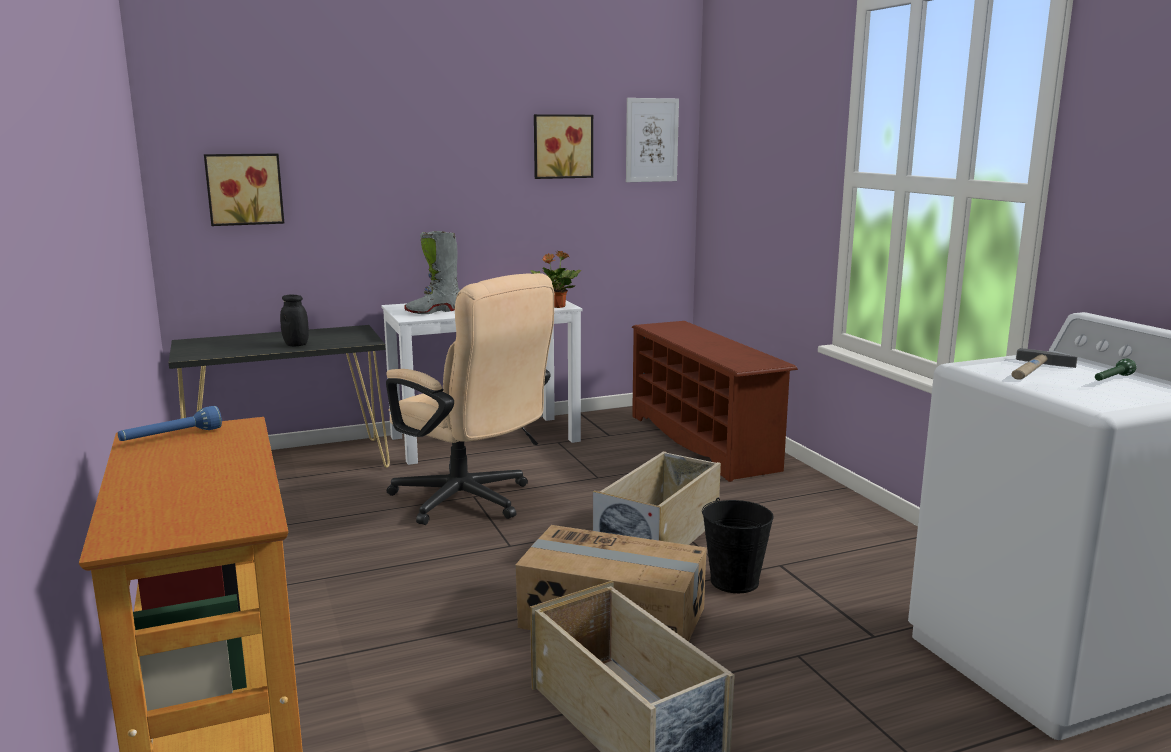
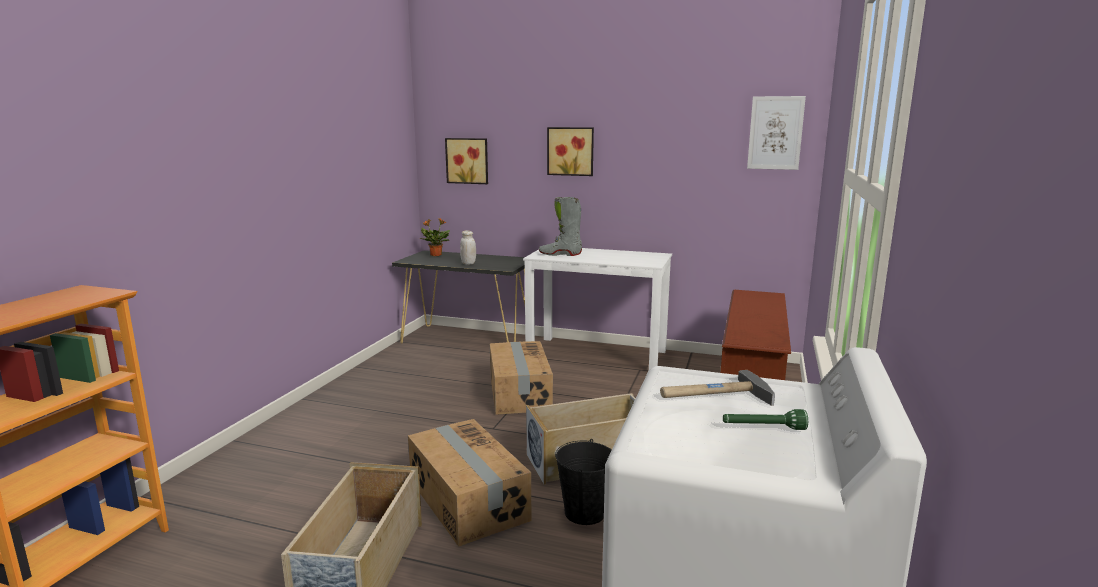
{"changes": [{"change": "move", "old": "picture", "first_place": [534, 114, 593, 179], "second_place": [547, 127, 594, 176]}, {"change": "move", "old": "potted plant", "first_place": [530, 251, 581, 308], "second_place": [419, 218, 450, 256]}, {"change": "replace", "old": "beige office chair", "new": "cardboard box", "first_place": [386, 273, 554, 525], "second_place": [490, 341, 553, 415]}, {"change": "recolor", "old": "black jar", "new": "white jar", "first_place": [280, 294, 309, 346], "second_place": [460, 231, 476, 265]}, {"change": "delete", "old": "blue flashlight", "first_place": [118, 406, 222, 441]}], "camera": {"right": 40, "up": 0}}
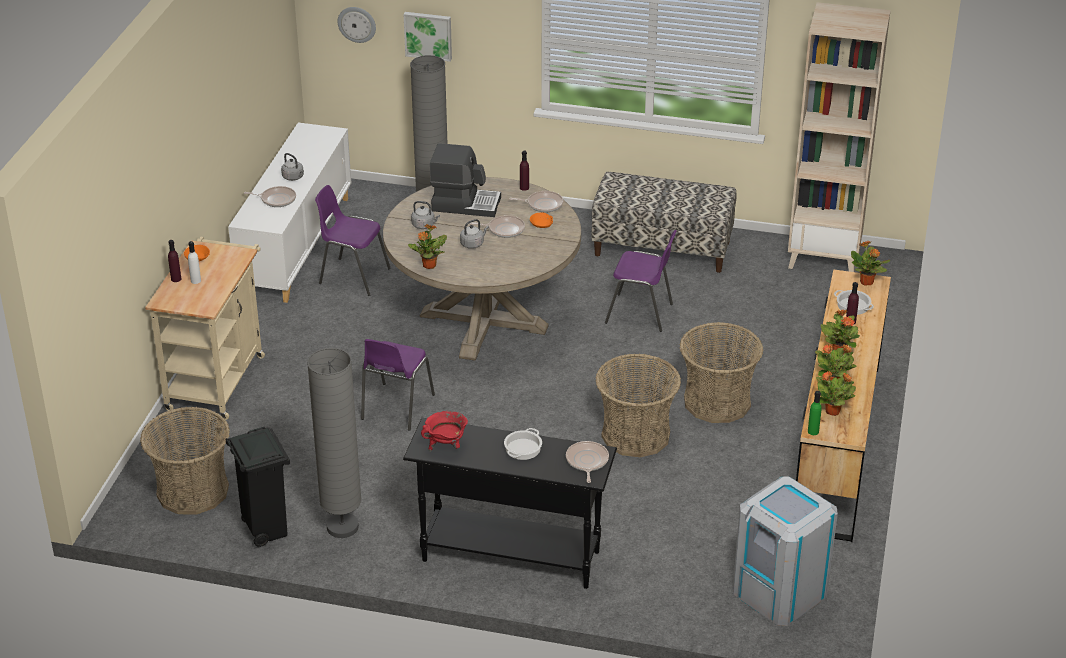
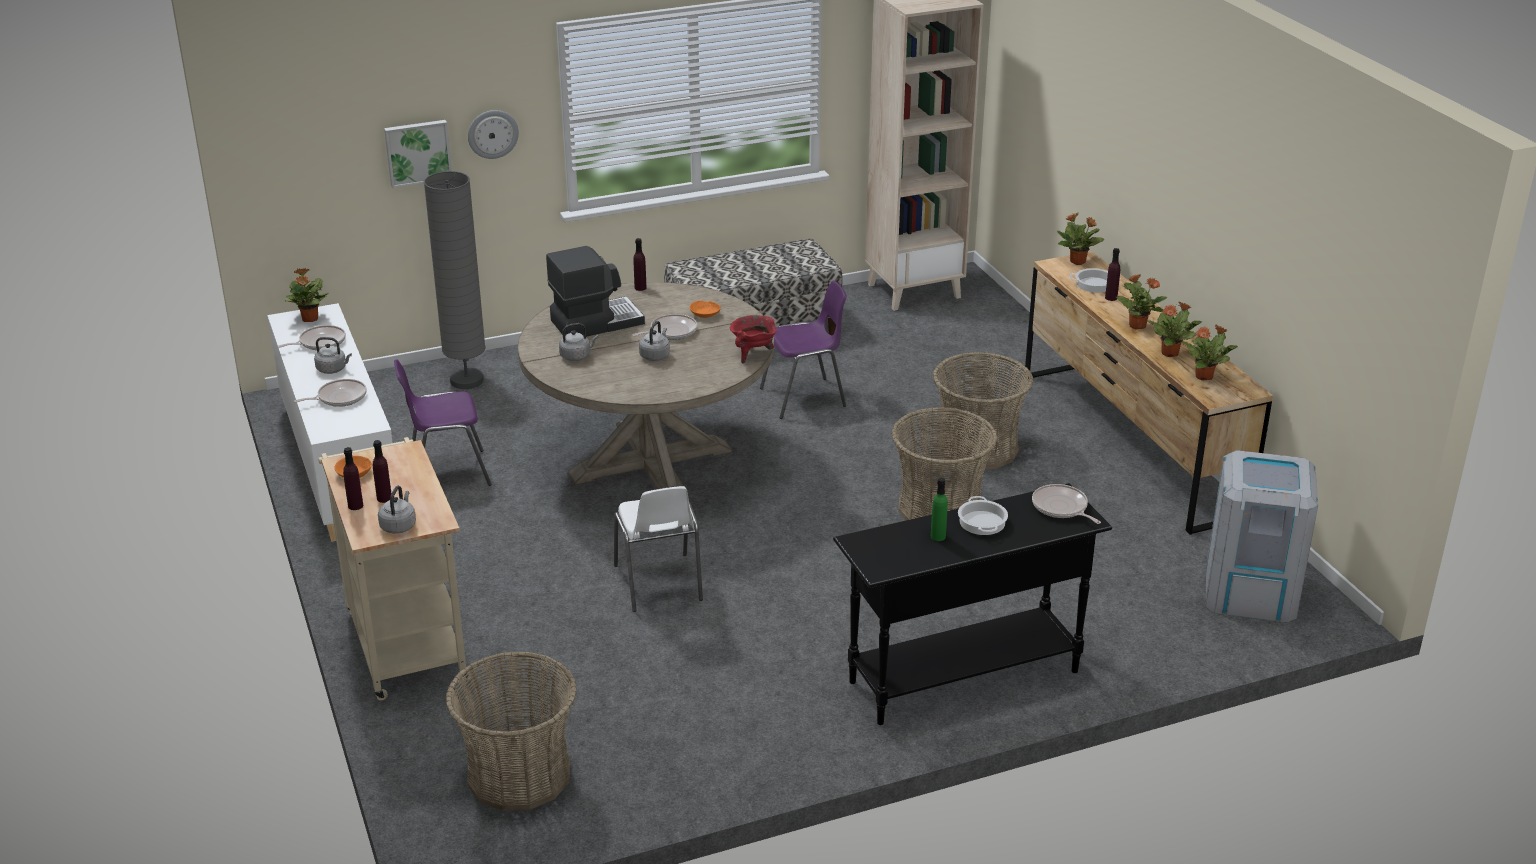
{"changes": [{"change": "move", "old": "wall clock", "first_place": [338, 7, 376, 43], "second_place": [468, 110, 519, 159]}, {"change": "move", "old": "frying pan", "first_place": [509, 191, 563, 213], "second_place": [278, 325, 346, 350]}, {"change": "move", "old": "potted plant", "first_place": [408, 224, 447, 269], "second_place": [285, 268, 329, 322]}, {"change": "recolor", "old": "white bottle", "new": "purple bottle", "first_place": [188, 241, 201, 284], "second_place": [373, 440, 392, 503]}, {"change": "recolor", "old": "purple chair", "new": "white chair", "first_place": [361, 339, 435, 431], "second_place": [614, 486, 703, 612]}, {"change": "delete", "old": "grey floor lamp", "first_place": [307, 348, 362, 538]}, {"change": "move", "old": "green bottle", "first_place": [808, 391, 822, 435], "second_place": [931, 478, 948, 541]}, {"change": "move", "old": "red cooking pot", "first_place": [421, 411, 468, 452], "second_place": [730, 315, 777, 363]}, {"change": "delete", "old": "black trash can", "first_place": [225, 427, 290, 547]}, {"change": "insert", "new": "grey kettle", "second_place": [378, 486, 416, 534]}], "camera": {"right": -35, "up": -5}}
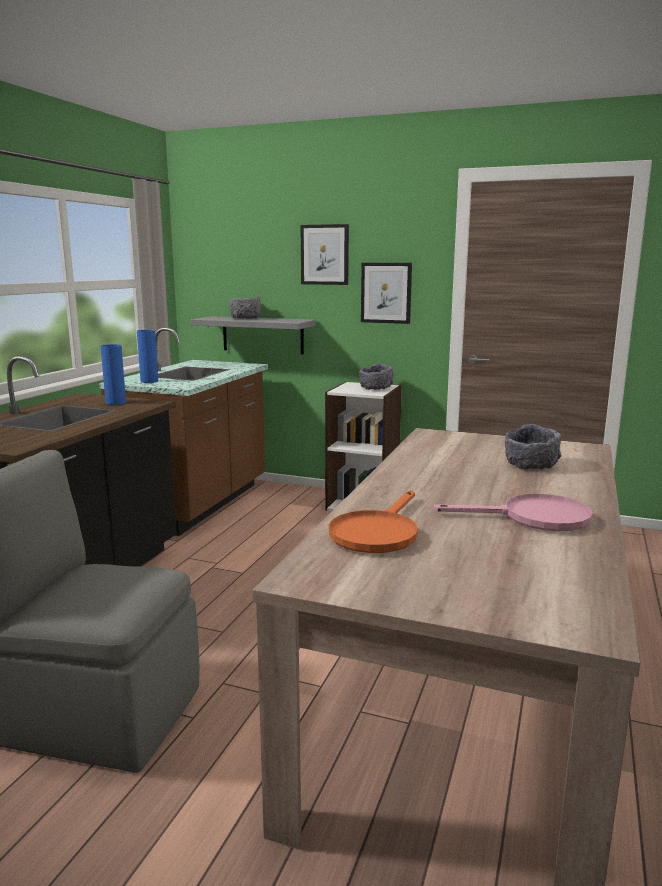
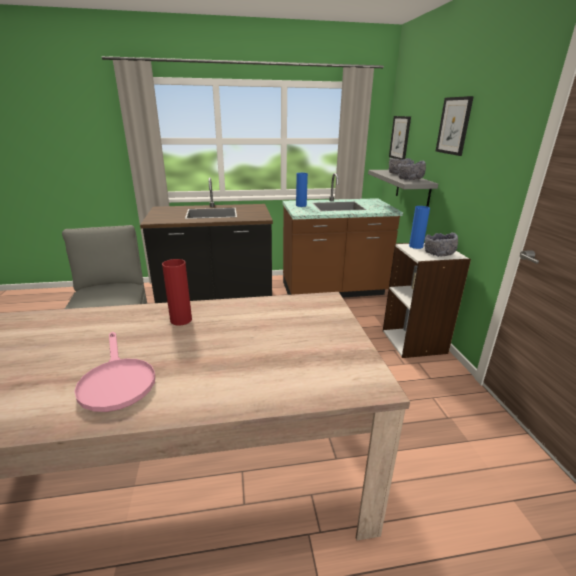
{"changes": [{"change": "move", "old": "picture", "first_place": [361, 263, 412, 324], "second_place": [389, 116, 411, 160]}, {"change": "move", "old": "blue vase", "first_place": [100, 344, 126, 405], "second_place": [409, 206, 430, 249]}, {"change": "move", "old": "grey bowl", "first_place": [505, 424, 561, 470], "second_place": [398, 161, 426, 180]}, {"change": "delete", "old": "orange frying pan", "first_place": [329, 490, 418, 553]}, {"change": "insert", "new": "red vase", "second_place": [162, 259, 192, 326]}], "camera": {"right": 60, "up": 10}}
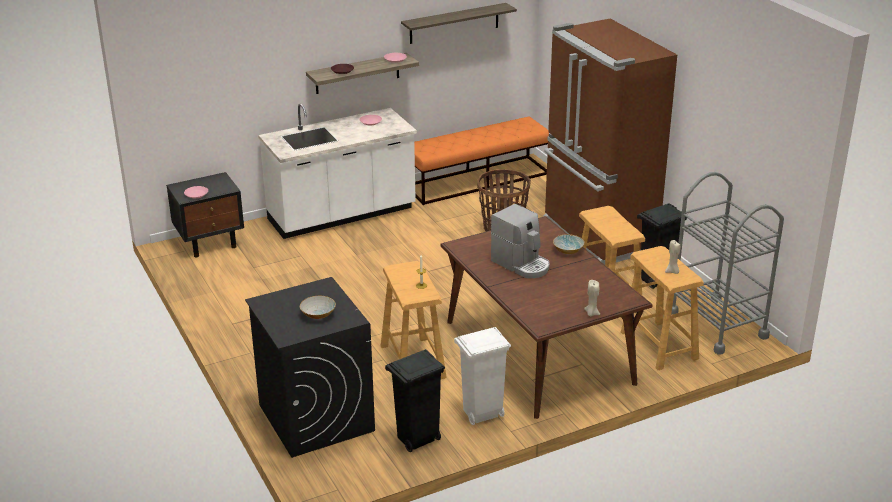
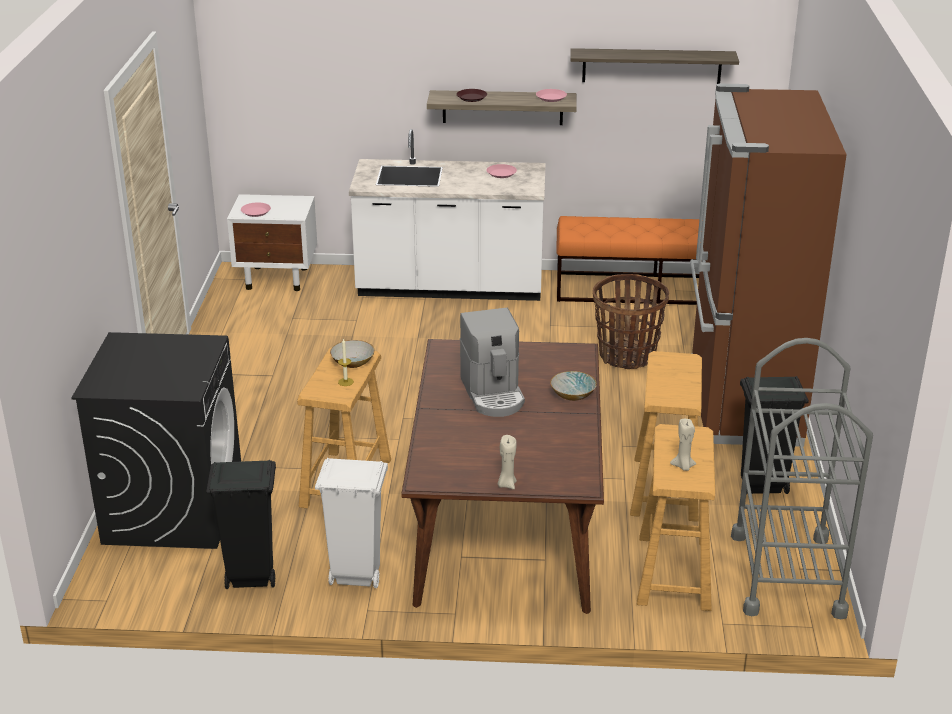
{"changes": [{"change": "recolor", "old": "black nightstand", "new": "white nightstand", "first_place": [166, 172, 244, 257], "second_place": [227, 194, 317, 291]}, {"change": "move", "old": "bowl", "first_place": [300, 296, 336, 319], "second_place": [330, 340, 375, 368]}], "camera": {"right": 30, "up": 0}}
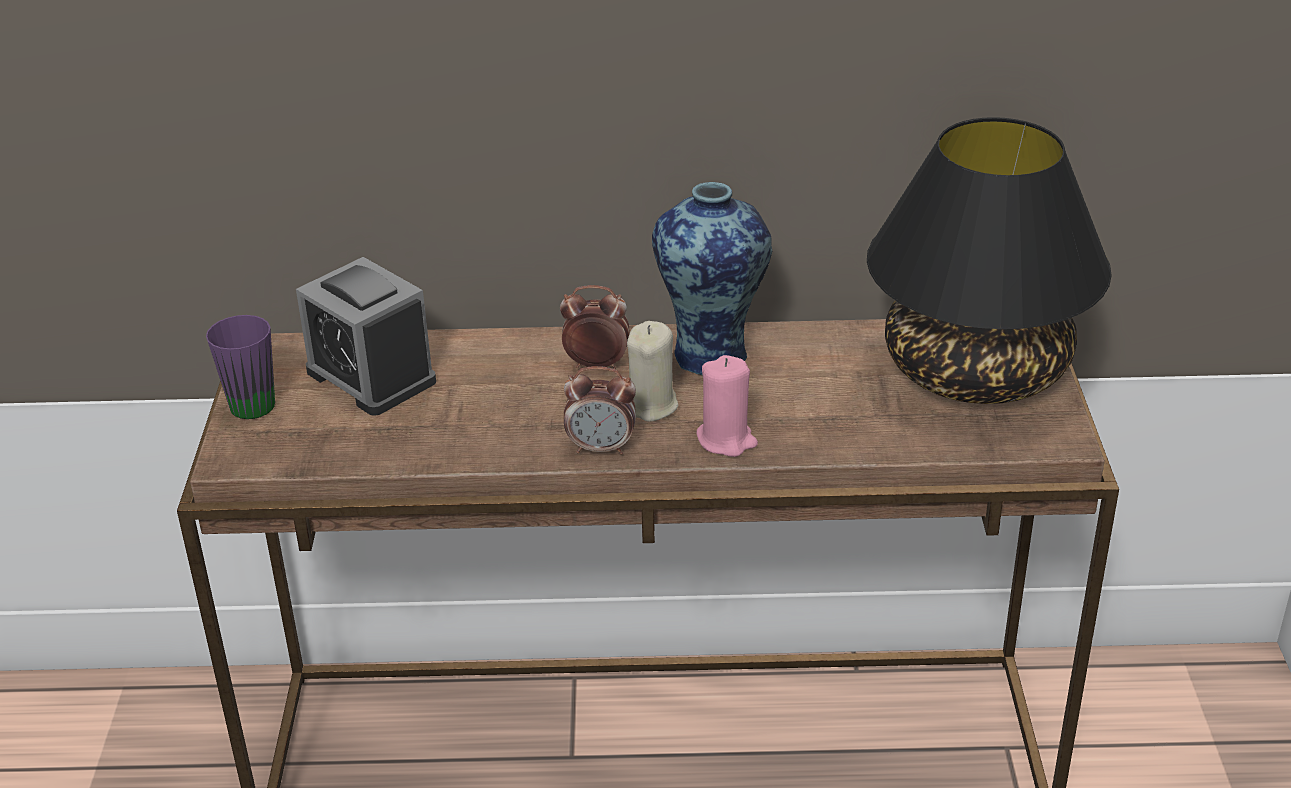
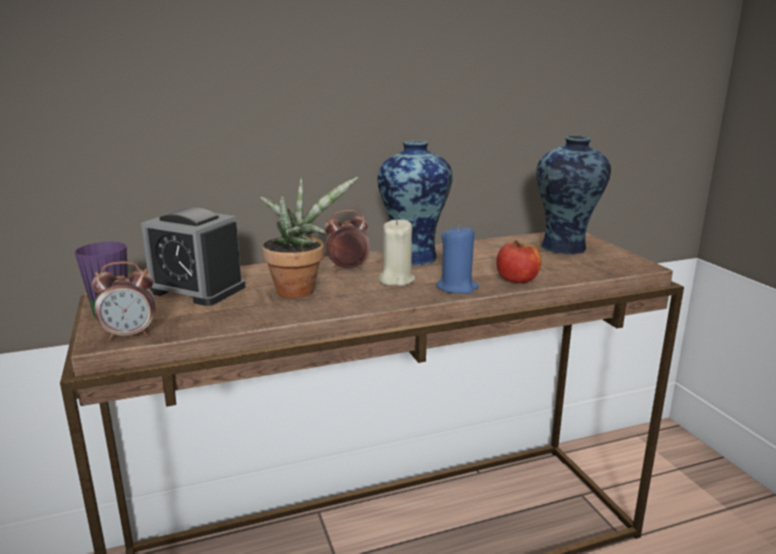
{"changes": [{"change": "replace", "old": "black table lamp", "new": "vase", "first_place": [867, 117, 1112, 404], "second_place": [536, 135, 611, 255]}, {"change": "recolor", "old": "pink candle", "new": "blue candle", "first_place": [697, 355, 758, 457], "second_place": [436, 225, 479, 294]}, {"change": "move", "old": "alarm clock", "first_place": [564, 366, 636, 455], "second_place": [92, 261, 156, 340]}, {"change": "insert", "new": "potted plant", "second_place": [260, 177, 358, 298]}, {"change": "insert", "new": "apple", "second_place": [496, 240, 541, 283]}], "camera": {"right": -20, "up": -15}}
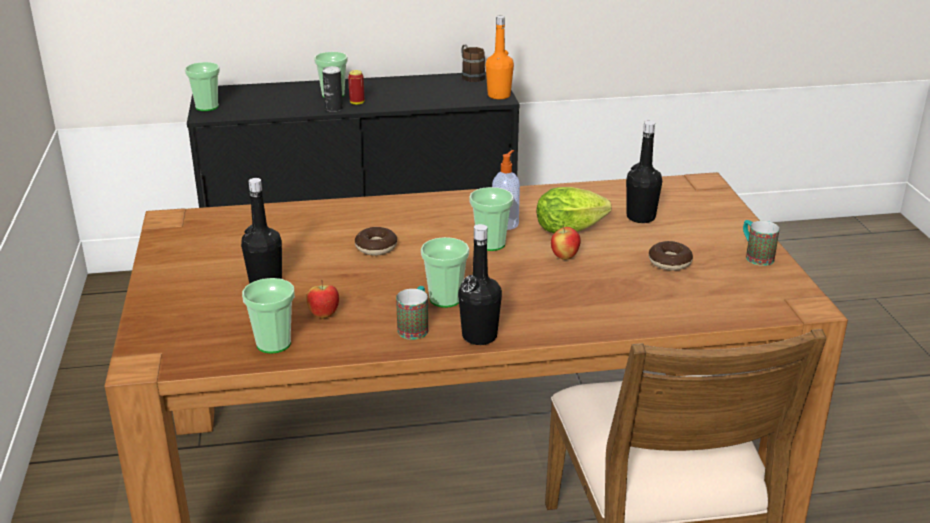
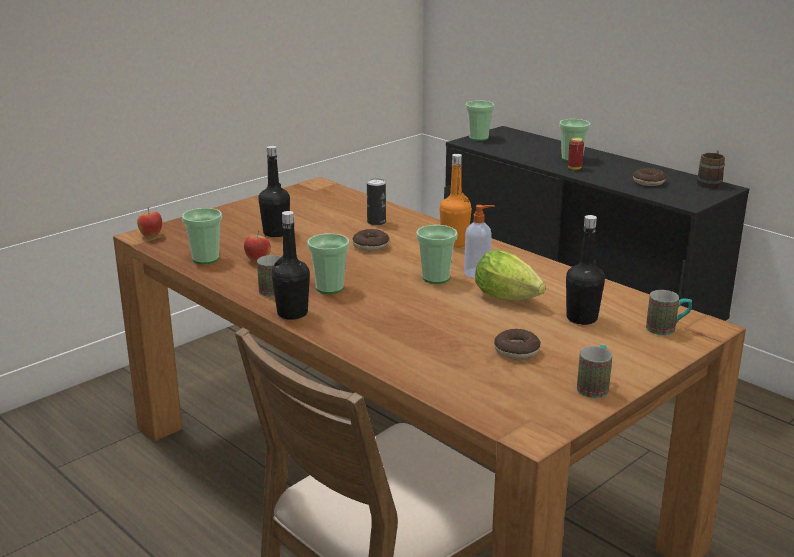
{"changes": [{"change": "move", "old": "orange bottle", "first_place": [486, 16, 514, 99], "second_place": [439, 154, 472, 248]}, {"change": "move", "old": "can", "first_place": [322, 66, 343, 112], "second_place": [367, 178, 386, 226]}, {"change": "move", "old": "apple", "first_place": [551, 225, 581, 260], "second_place": [137, 207, 162, 238]}, {"change": "insert", "new": "donut", "second_place": [633, 168, 666, 186]}, {"change": "insert", "new": "mug", "second_place": [646, 290, 692, 335]}], "camera": {"right": 55, "up": -5}}
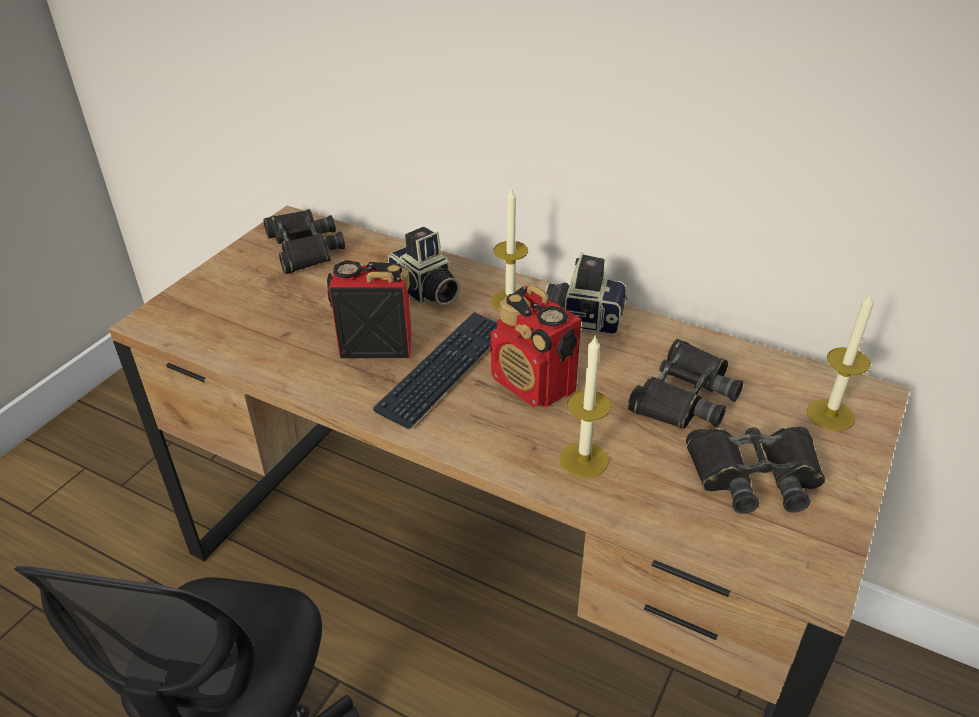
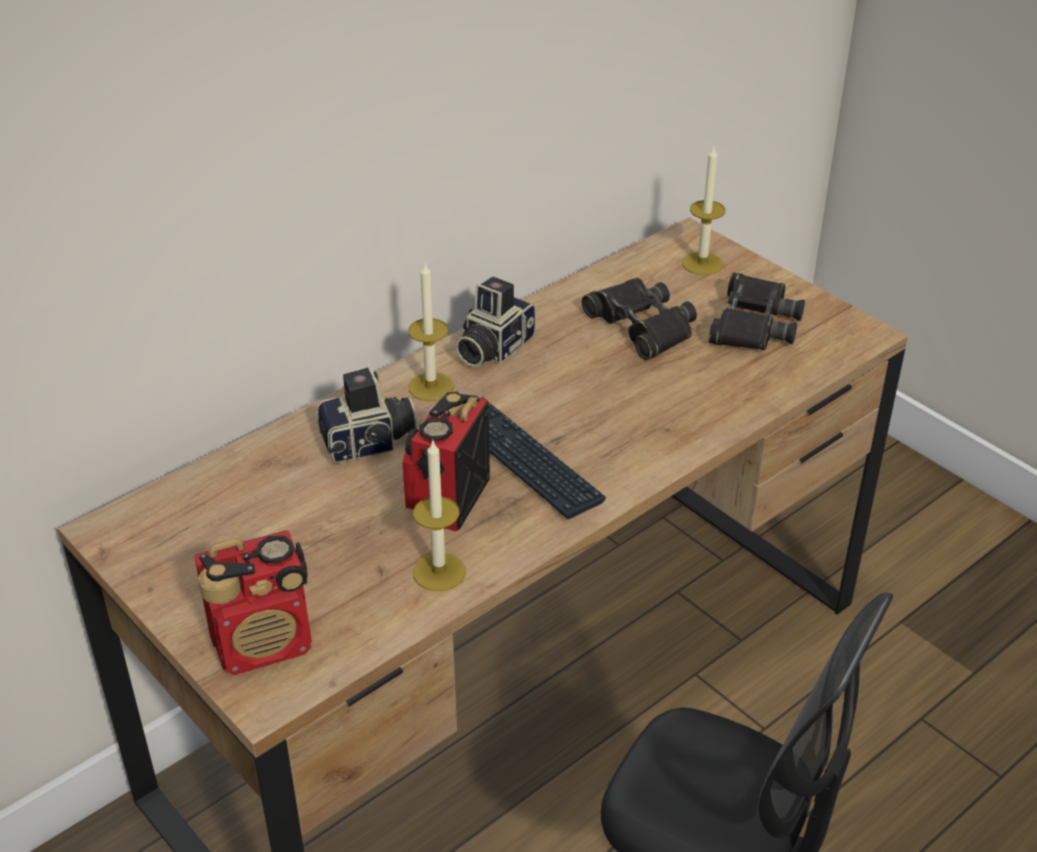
{"changes": [{"change": "delete", "old": "black binoculars", "first_place": [263, 209, 345, 274]}, {"change": "move", "old": "radio", "first_place": [491, 285, 581, 407], "second_place": [194, 530, 312, 675]}, {"change": "move", "old": "candle", "first_place": [560, 334, 611, 478], "second_place": [413, 440, 466, 591]}], "camera": {"right": -70, "up": 0}}
